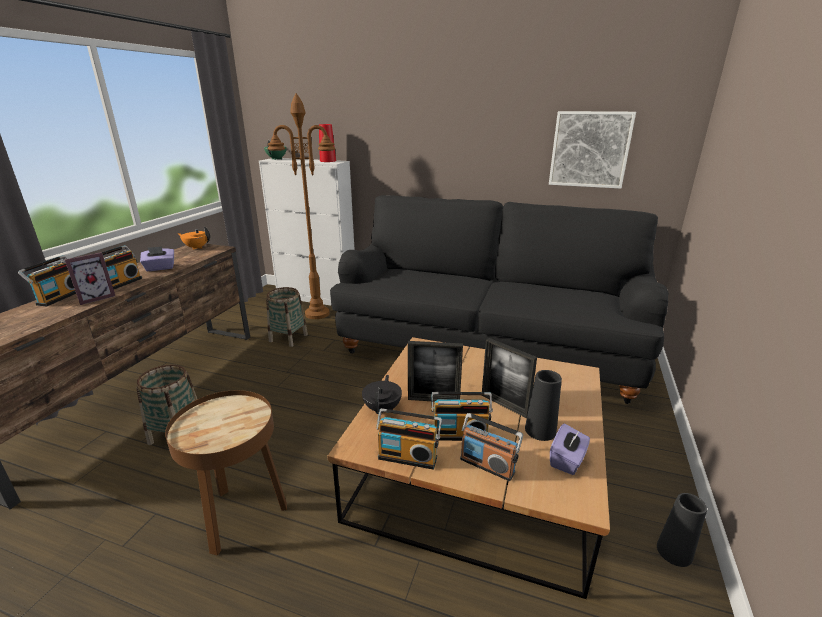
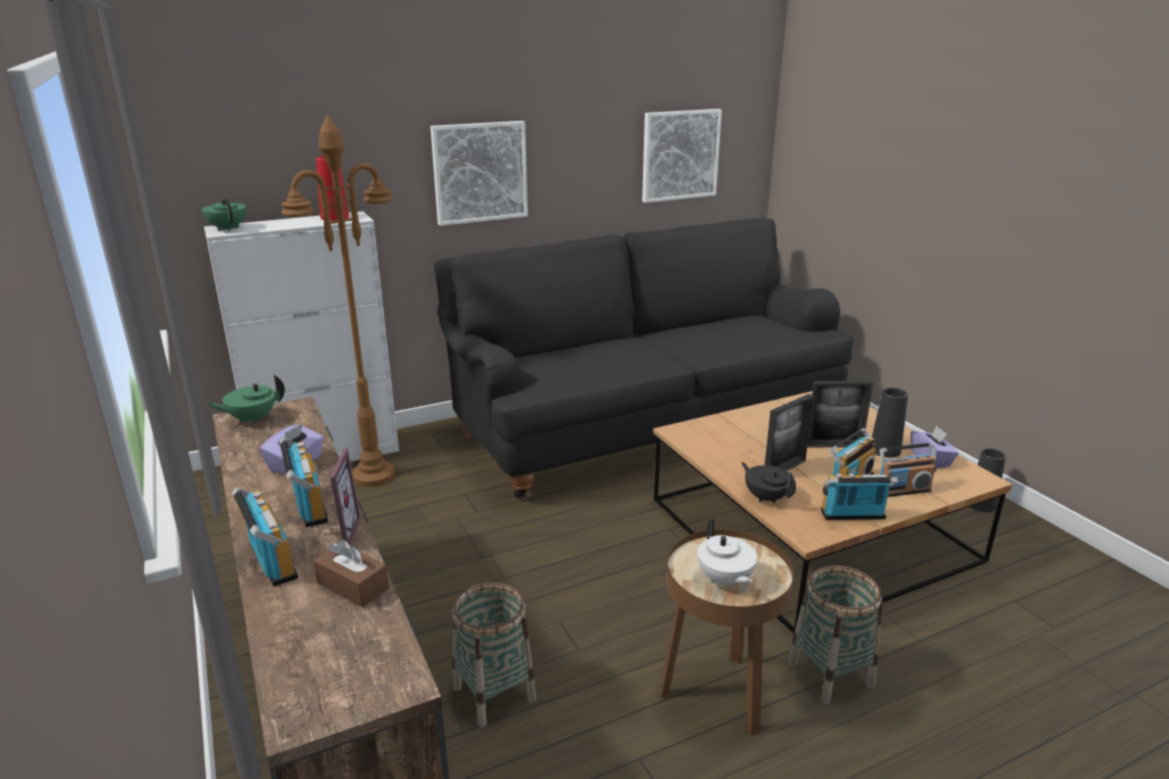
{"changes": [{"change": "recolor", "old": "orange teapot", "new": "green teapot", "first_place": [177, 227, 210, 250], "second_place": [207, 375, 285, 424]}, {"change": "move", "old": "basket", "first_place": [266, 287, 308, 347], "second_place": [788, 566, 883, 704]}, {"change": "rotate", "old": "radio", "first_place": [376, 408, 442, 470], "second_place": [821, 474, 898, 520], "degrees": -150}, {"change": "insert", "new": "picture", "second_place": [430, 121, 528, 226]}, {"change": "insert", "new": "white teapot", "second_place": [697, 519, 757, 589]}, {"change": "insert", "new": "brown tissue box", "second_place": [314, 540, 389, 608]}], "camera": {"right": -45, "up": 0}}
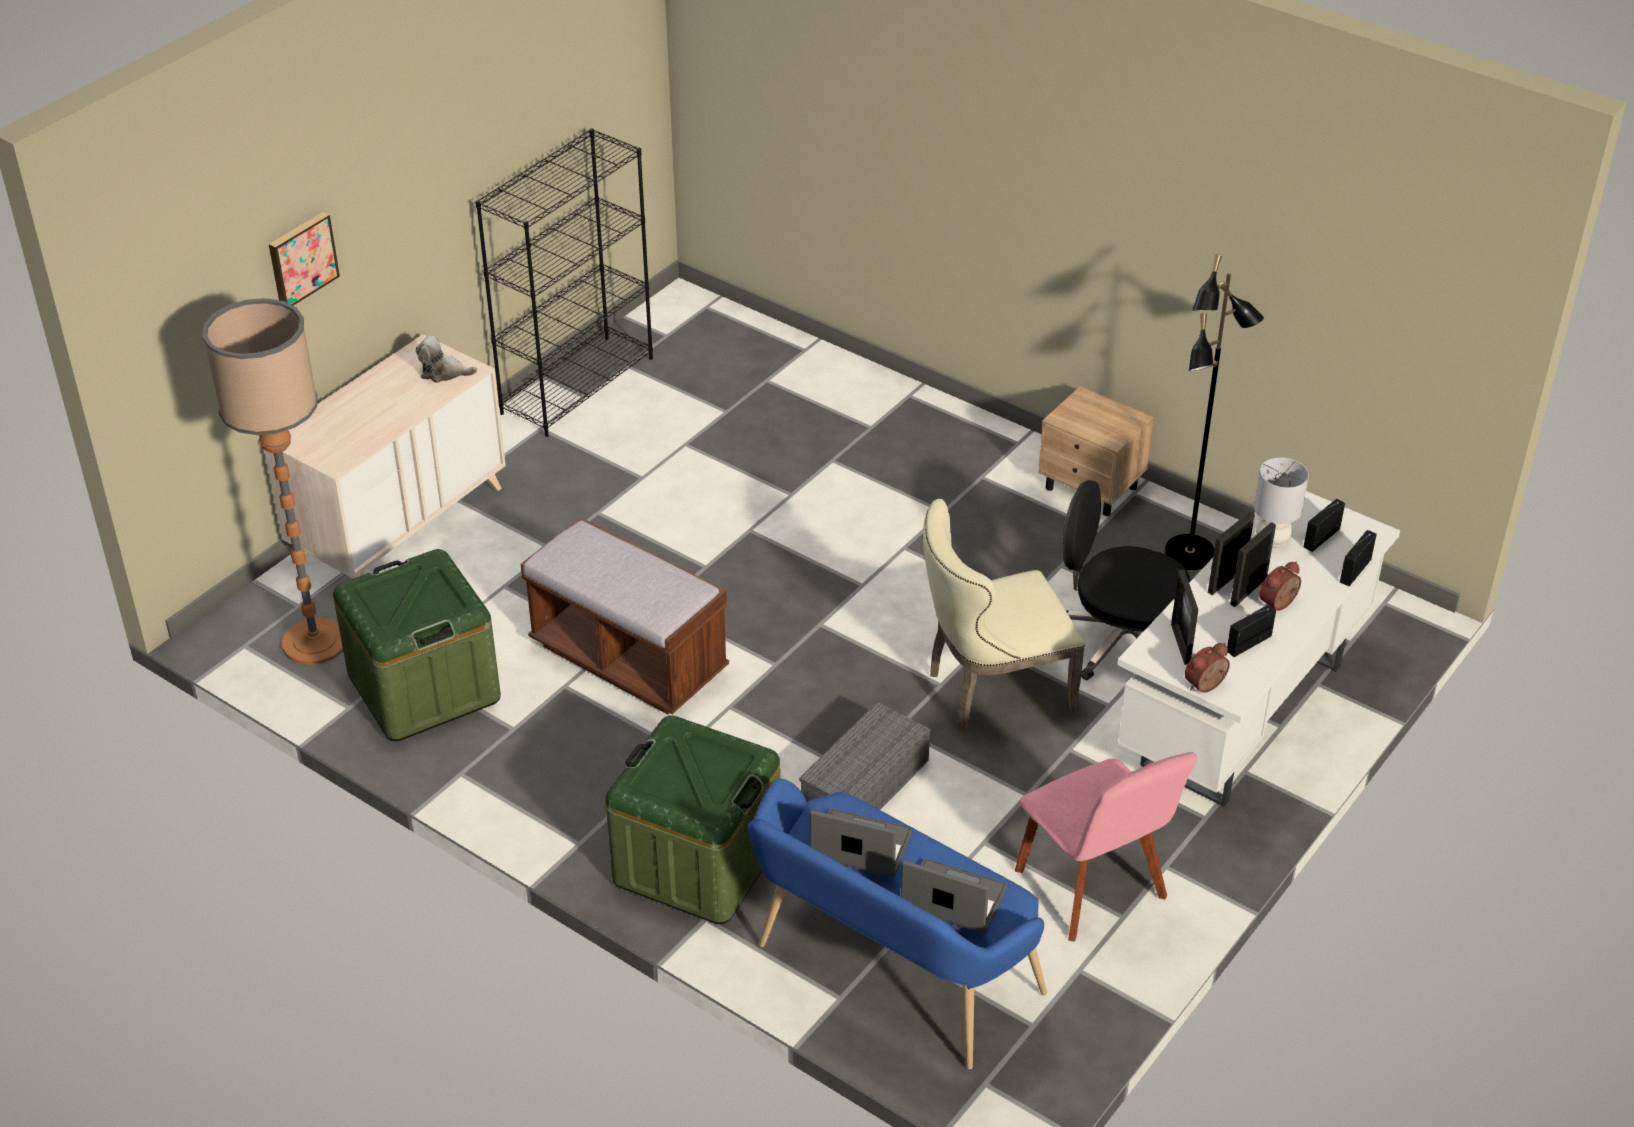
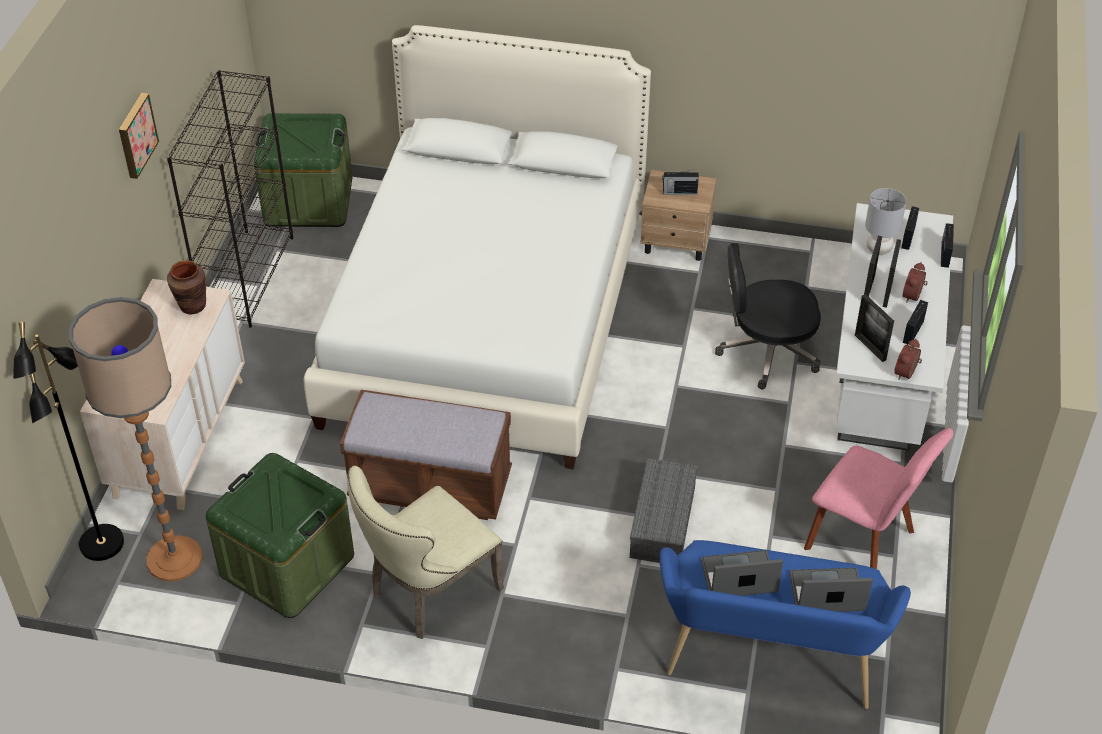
{"changes": [{"change": "move", "old": "picture", "first_place": [269, 212, 340, 306], "second_place": [119, 93, 159, 179]}, {"change": "move", "old": "black floor lamp", "first_place": [1165, 254, 1264, 570], "second_place": [13, 322, 124, 561]}, {"change": "replace", "old": "plush toy", "new": "brown vase", "first_place": [416, 336, 477, 383], "second_place": [167, 260, 206, 314]}, {"change": "move", "old": "beige chair", "first_place": [923, 499, 1085, 731], "second_place": [347, 466, 504, 639]}, {"change": "move", "old": "green storage box", "first_place": [605, 715, 780, 924], "second_place": [254, 113, 353, 227]}, {"change": "insert", "new": "white bed", "second_place": [304, 25, 651, 469]}, {"change": "insert", "new": "radio", "second_place": [662, 170, 699, 195]}], "camera": {"right": -25, "up": 5}}
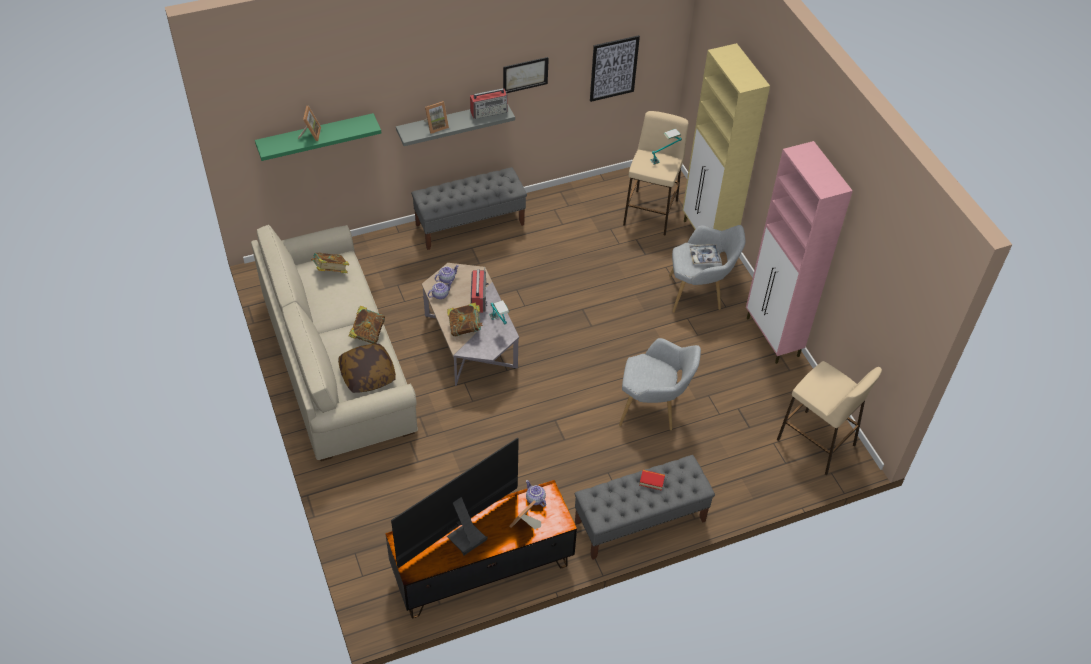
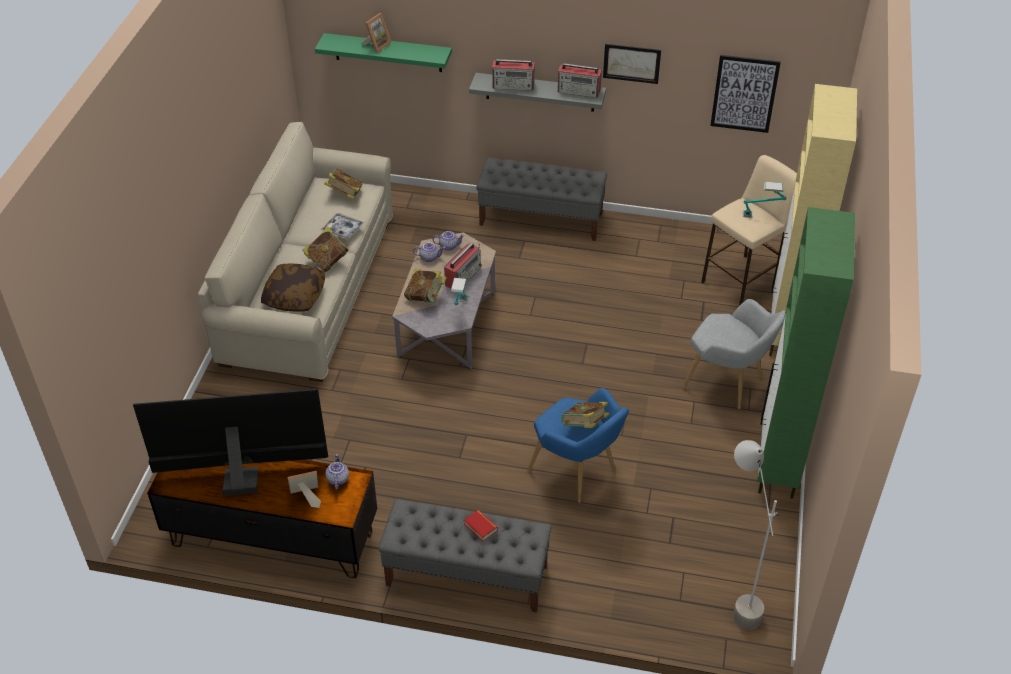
{"changes": [{"change": "replace", "old": "picture frame", "new": "radio", "first_place": [424, 101, 449, 134], "second_place": [492, 59, 535, 91]}, {"change": "recolor", "old": "pink cabinet", "new": "green cabinet", "first_place": [746, 141, 853, 364], "second_place": [757, 207, 855, 499]}, {"change": "move", "old": "tray", "first_place": [689, 244, 721, 264], "second_place": [320, 213, 365, 240]}, {"change": "recolor", "old": "grey armchair", "new": "blue armchair", "first_place": [619, 338, 701, 430], "second_place": [527, 388, 629, 503]}, {"change": "replace", "old": "beige stool", "new": "grey floor lamp", "first_place": [777, 361, 882, 476], "second_place": [733, 440, 780, 630]}, {"change": "insert", "new": "book", "second_place": [561, 402, 609, 428]}], "camera": {"right": 35, "up": -5}}
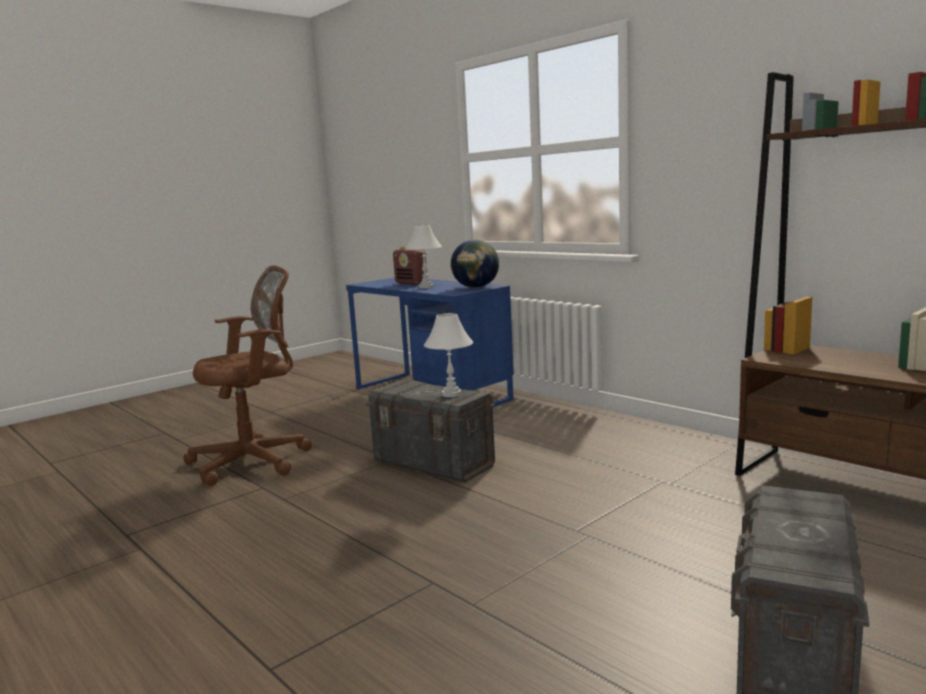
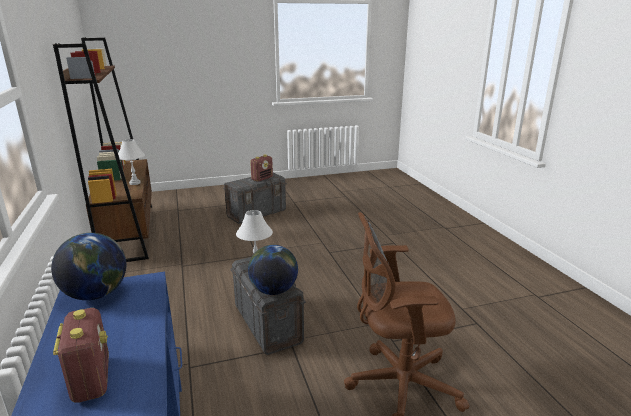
{"changes": [{"change": "move", "old": "white table lamp", "first_place": [405, 225, 442, 289], "second_place": [118, 139, 145, 185]}, {"change": "insert", "new": "radio", "second_place": [250, 155, 273, 182]}, {"change": "insert", "new": "globe", "second_place": [248, 245, 298, 295]}], "camera": {"right": -155, "up": 10}}
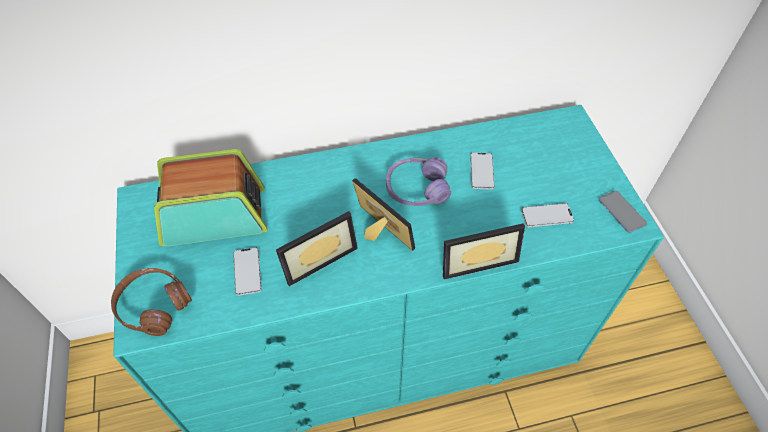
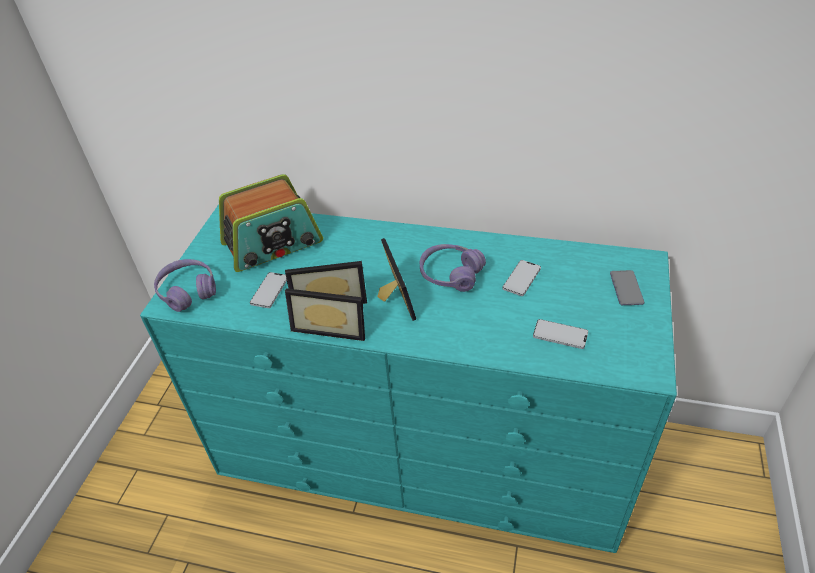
{"changes": [{"change": "rotate", "old": "radio", "first_place": [154, 149, 267, 246], "second_place": [219, 174, 323, 272], "degrees": 135}, {"change": "move", "old": "phone", "first_place": [598, 190, 647, 233], "second_place": [610, 270, 644, 305]}, {"change": "move", "old": "picture frame", "first_place": [443, 223, 525, 280], "second_place": [285, 288, 365, 341]}, {"change": "recolor", "old": "brown headphones", "new": "purple headphones", "first_place": [111, 268, 192, 336], "second_place": [154, 259, 216, 312]}], "camera": {"right": 30, "up": -10}}
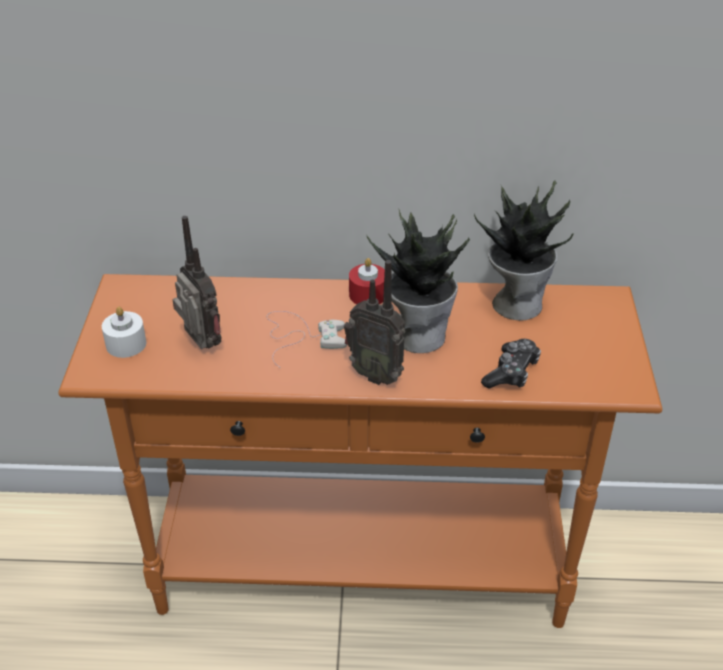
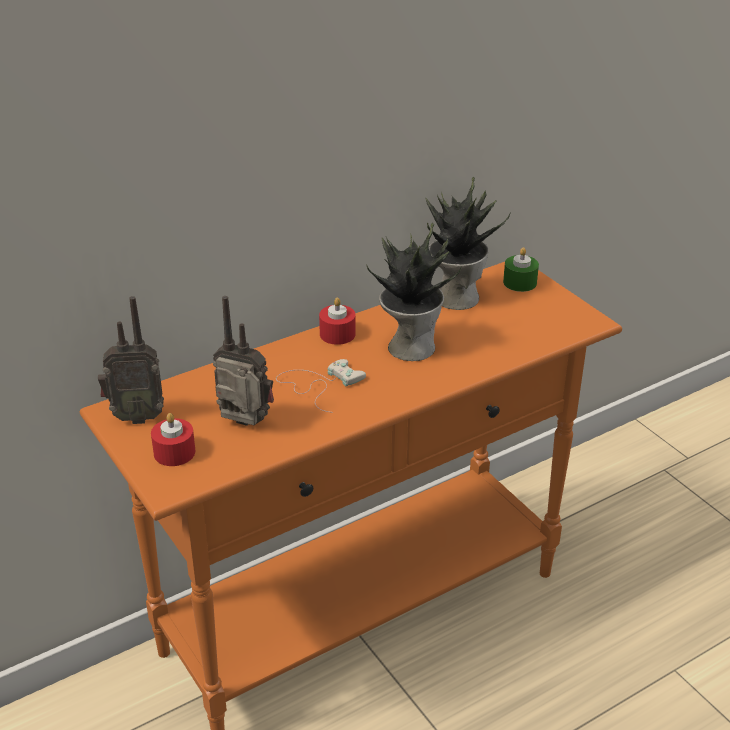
{"changes": [{"change": "move", "old": "radio", "first_place": [344, 260, 405, 385], "second_place": [98, 296, 164, 424]}, {"change": "recolor", "old": "white candle", "new": "red candle", "first_place": [102, 307, 146, 358], "second_place": [151, 413, 195, 466]}, {"change": "delete", "old": "game controller", "first_place": [481, 339, 541, 389]}, {"change": "insert", "new": "green candle", "second_place": [503, 247, 539, 292]}], "camera": {"right": -35, "up": -5}}
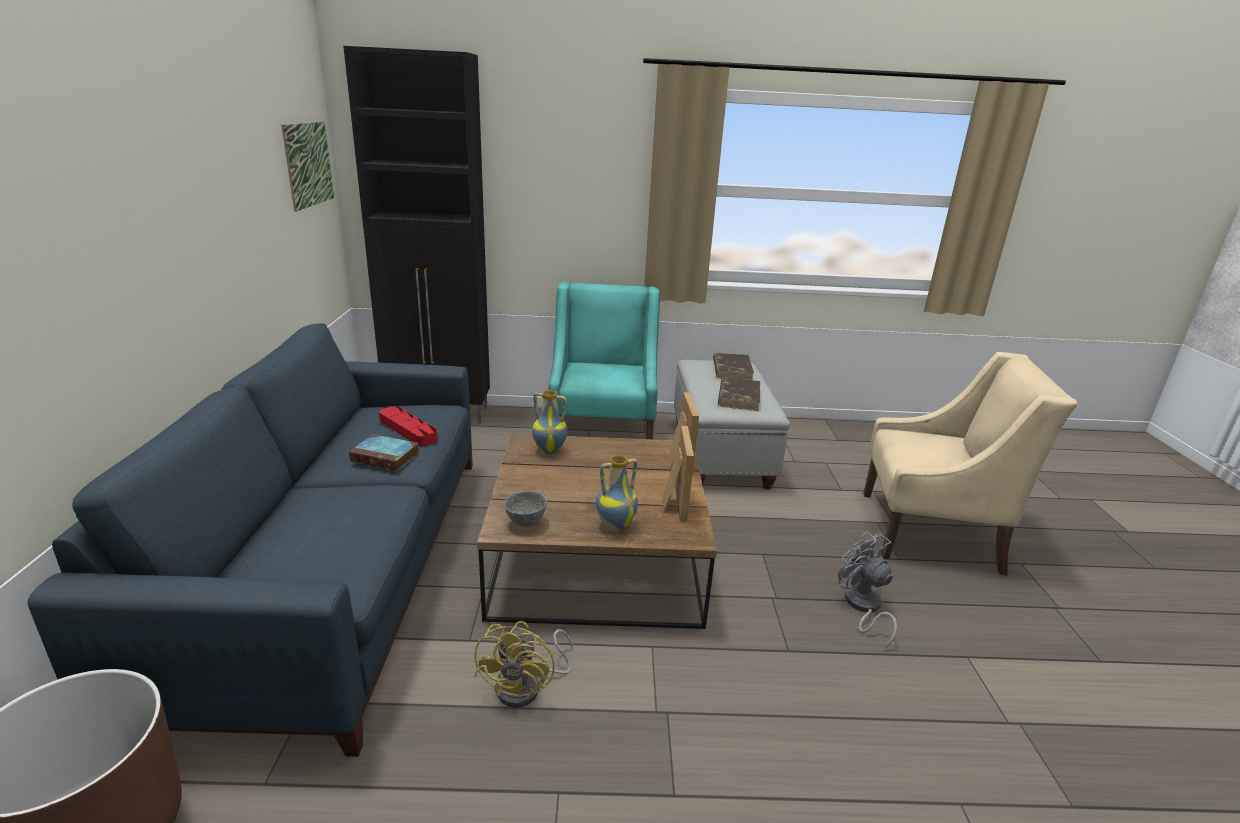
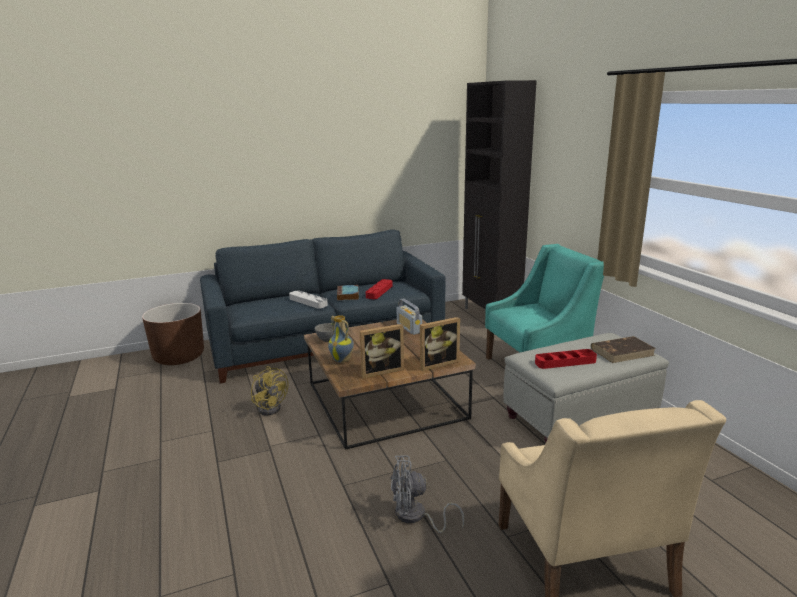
{"changes": [{"change": "delete", "old": "picture", "first_place": [281, 121, 334, 212]}, {"change": "replace", "old": "brown book", "new": "red tray", "first_place": [718, 377, 760, 411], "second_place": [535, 349, 597, 369]}, {"change": "replace", "old": "vase", "new": "radio", "first_place": [532, 390, 567, 455], "second_place": [397, 299, 422, 335]}, {"change": "rotate", "old": "grey fan", "first_place": [838, 532, 897, 648], "second_place": [391, 455, 465, 533], "degrees": -135}, {"change": "rotate", "old": "yellow fan", "first_place": [474, 621, 573, 708], "second_place": [251, 366, 288, 415], "degrees": -120}, {"change": "insert", "new": "grey tray", "second_place": [289, 291, 328, 309]}], "camera": {"right": 70, "up": -5}}
